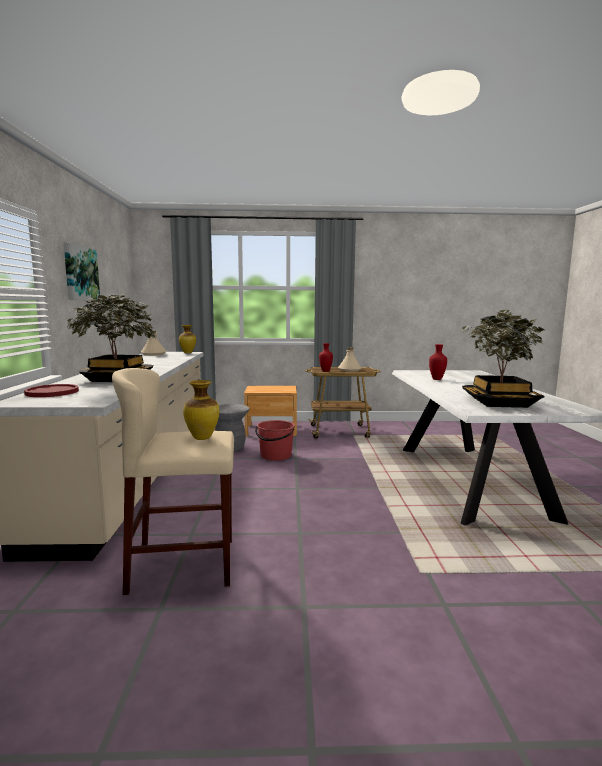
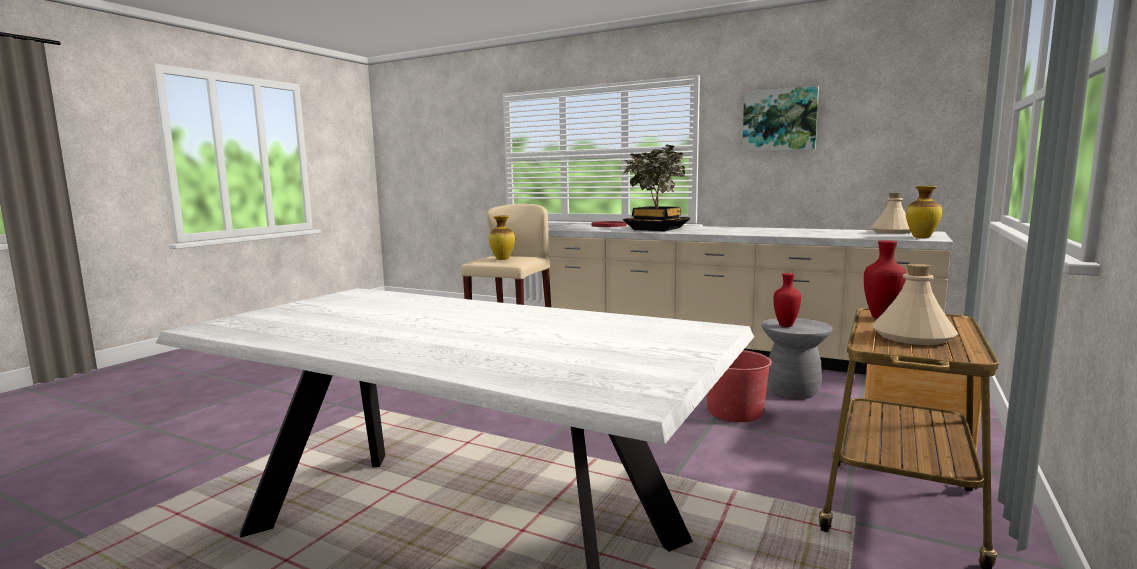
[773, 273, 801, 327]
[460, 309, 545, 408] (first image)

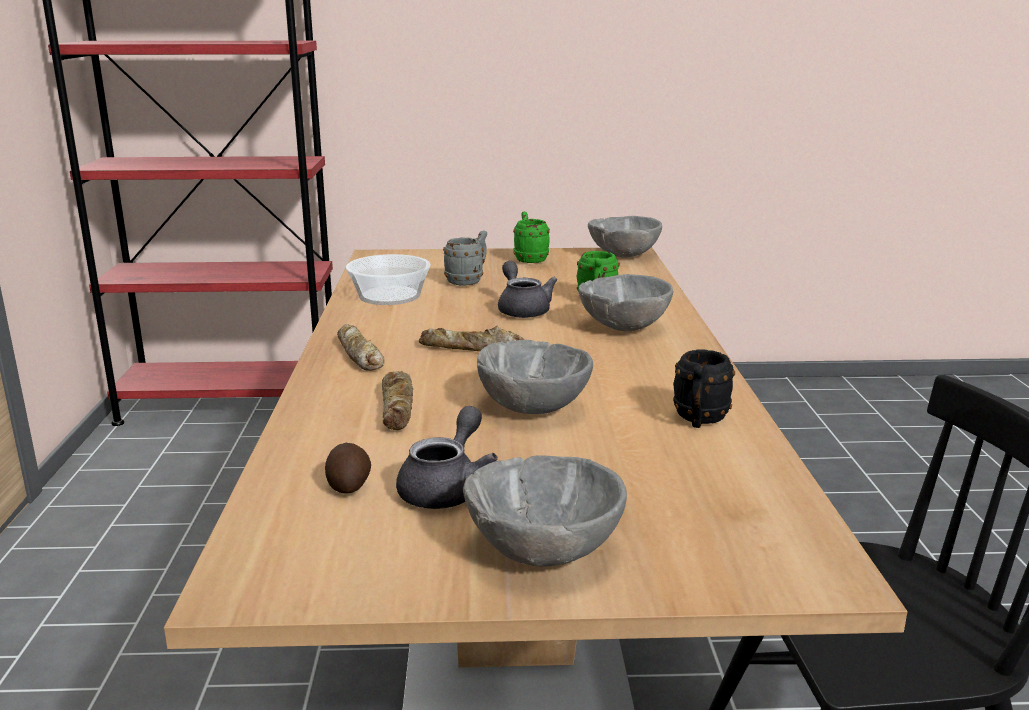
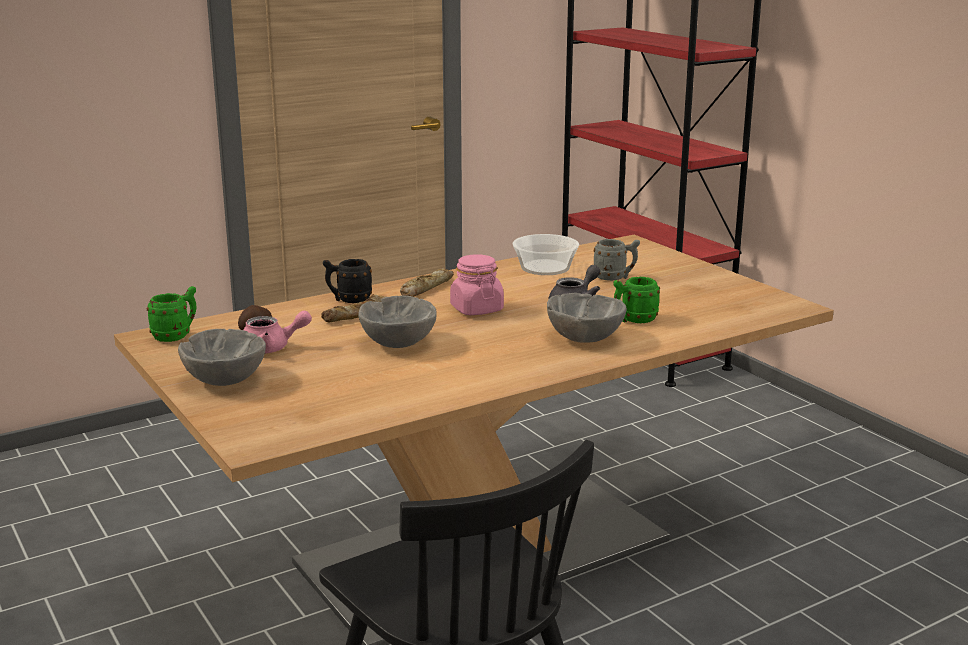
[243, 311, 312, 354]
[450, 254, 504, 315]
[147, 286, 197, 342]
[588, 216, 662, 258] (first image)
[323, 259, 372, 303]

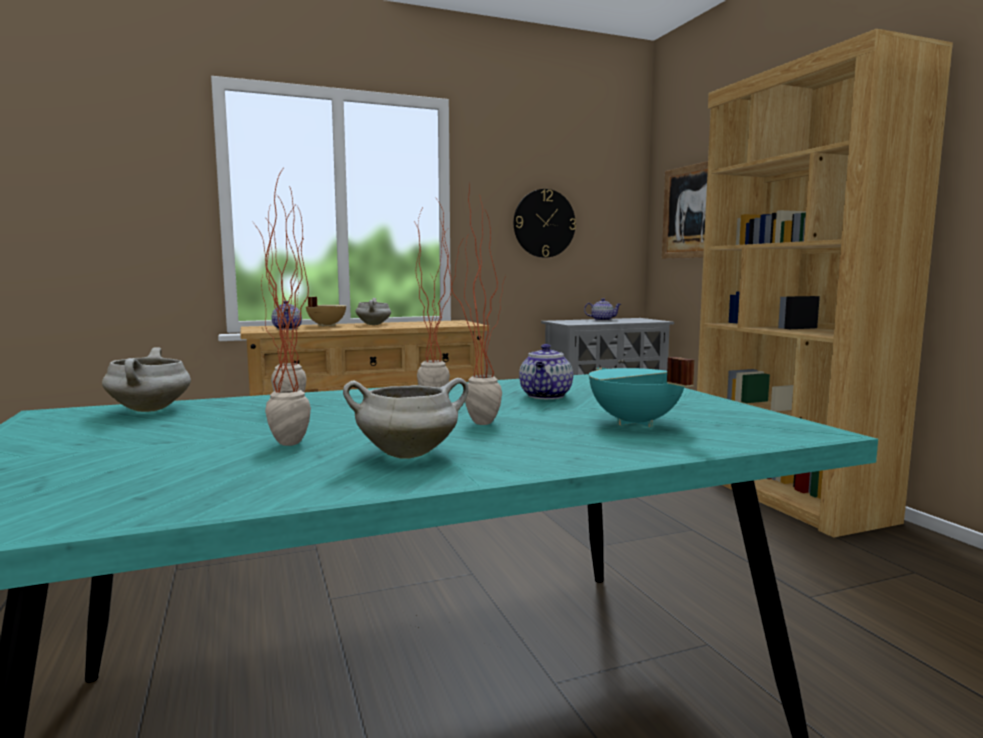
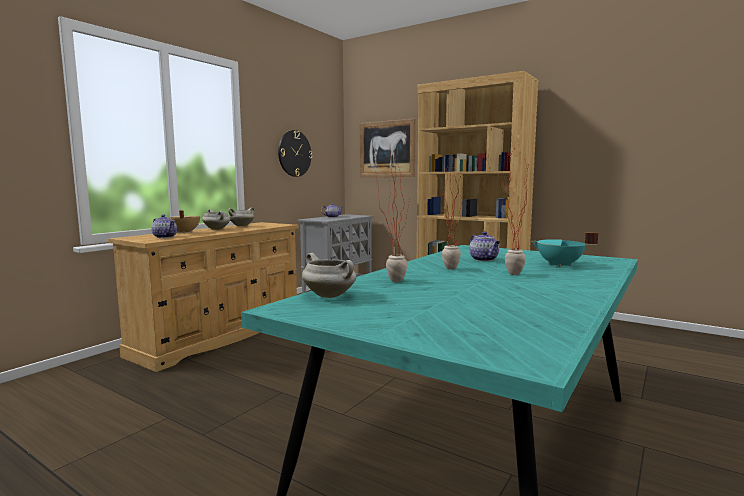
[252, 169, 311, 446] (first image)
[228, 207, 254, 226]

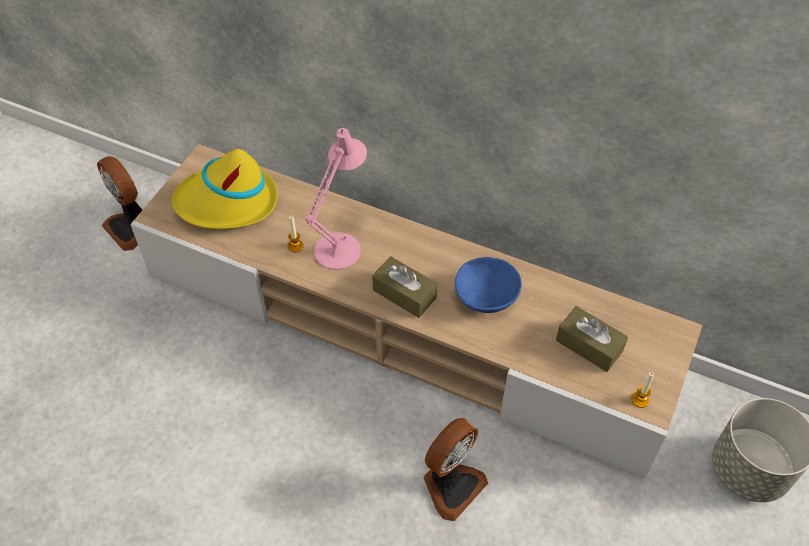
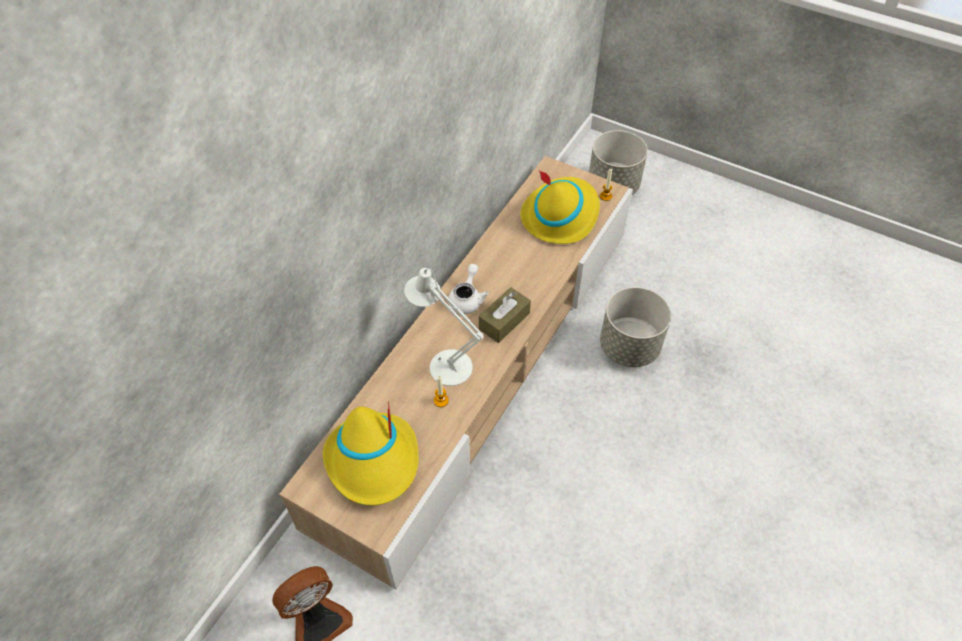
[404, 268, 484, 386]
[600, 287, 671, 367]
[455, 257, 522, 313] (first image)
[520, 171, 600, 244]
[448, 264, 489, 314]

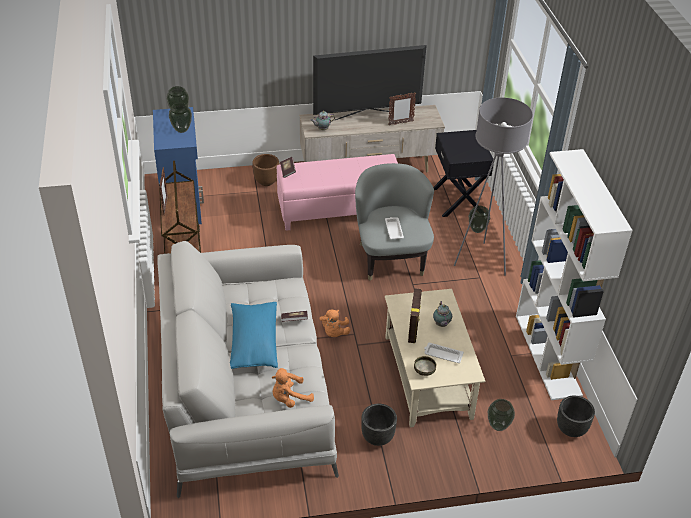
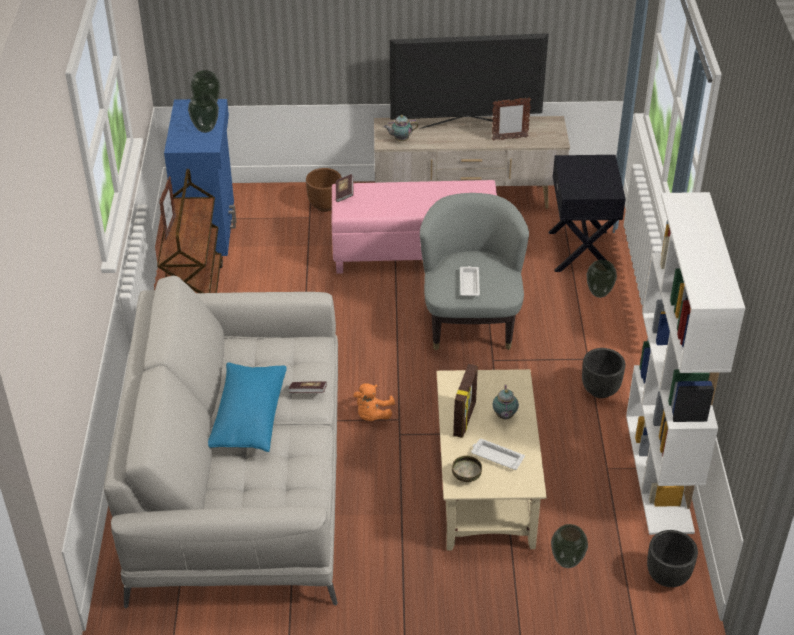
[272, 368, 314, 408] (first image)
[582, 348, 625, 398]
[454, 97, 533, 276] (first image)

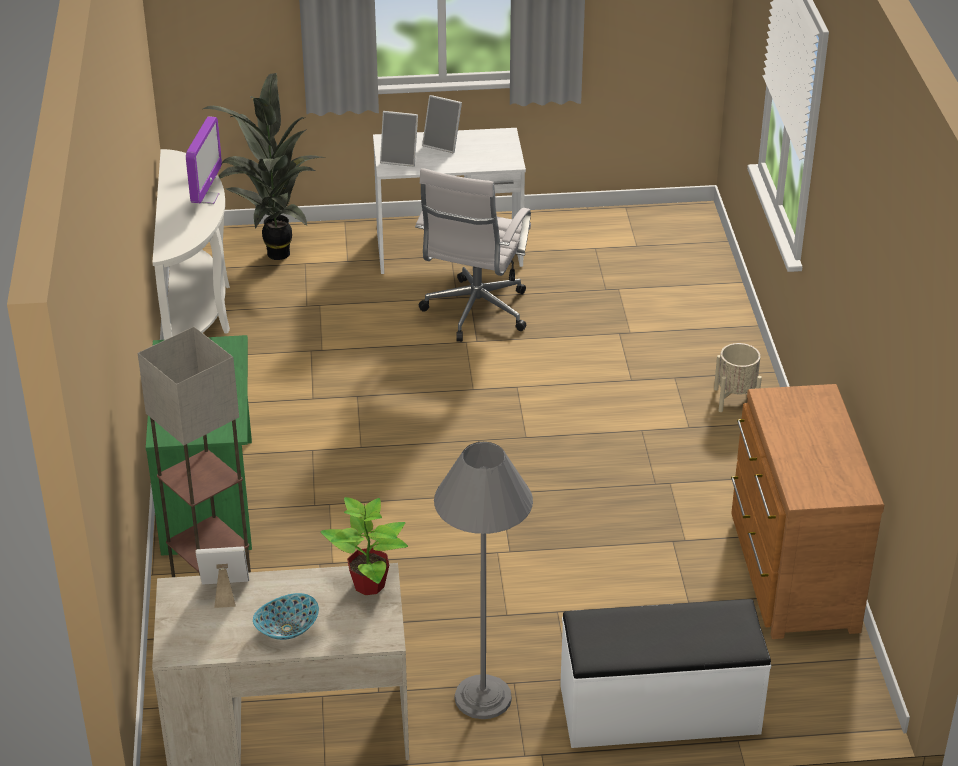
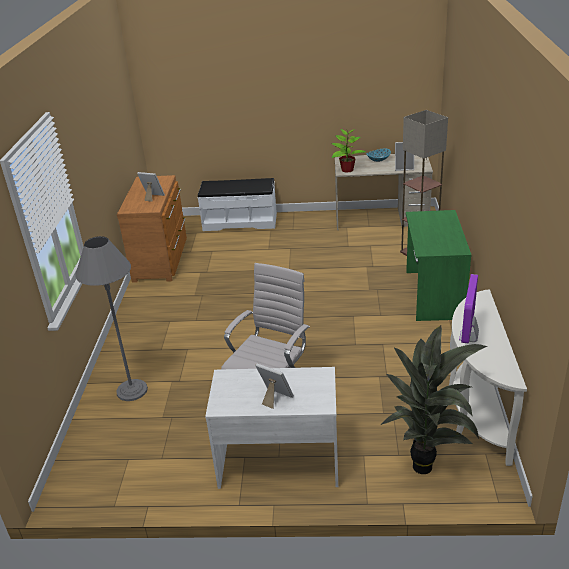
[137, 172, 165, 202]
[75, 236, 148, 401]
[714, 343, 762, 412] (first image)

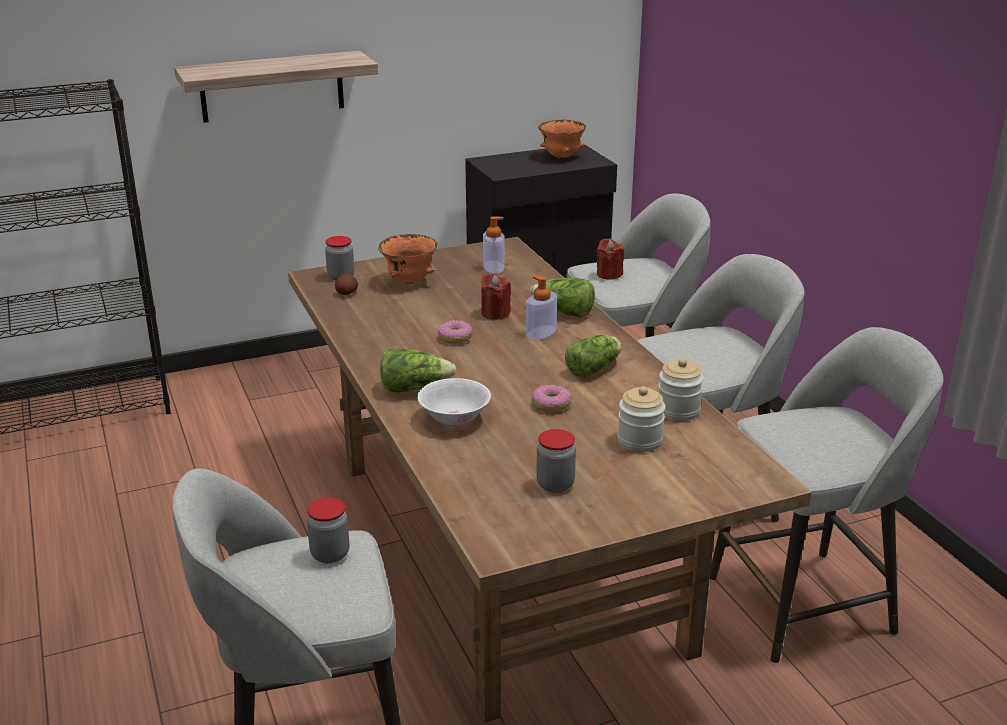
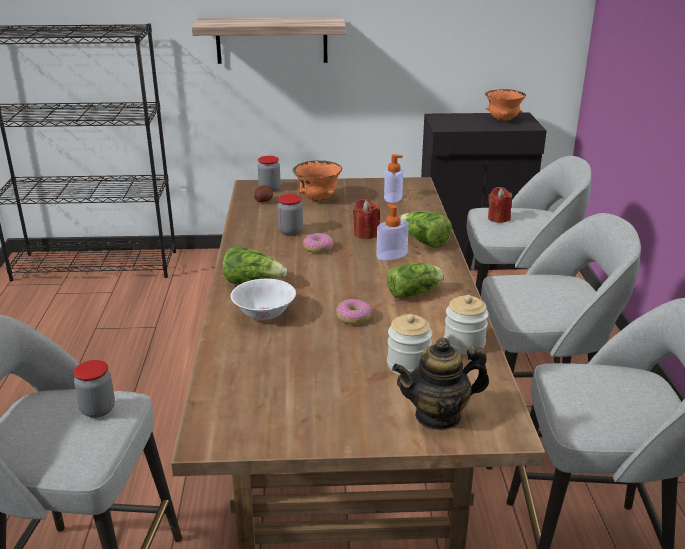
[277, 194, 303, 235]
[392, 338, 489, 431]

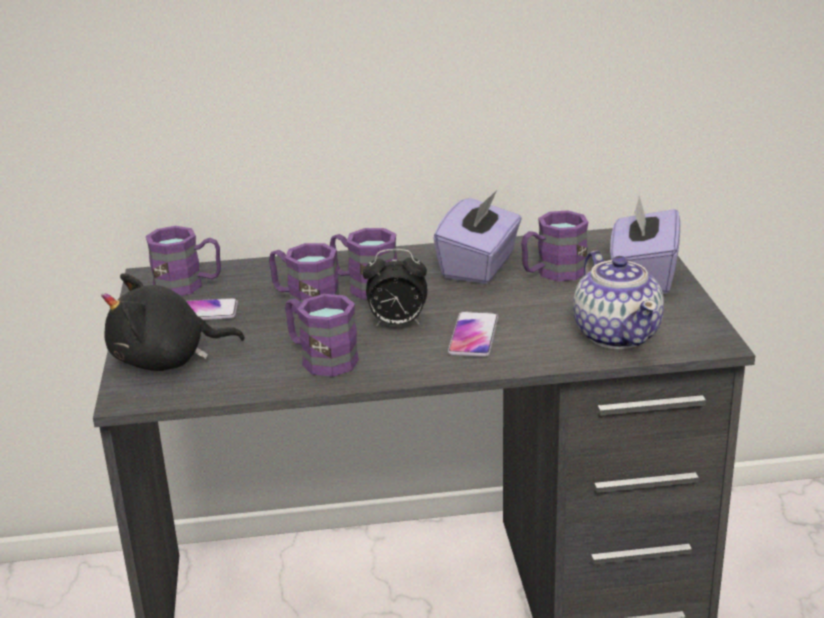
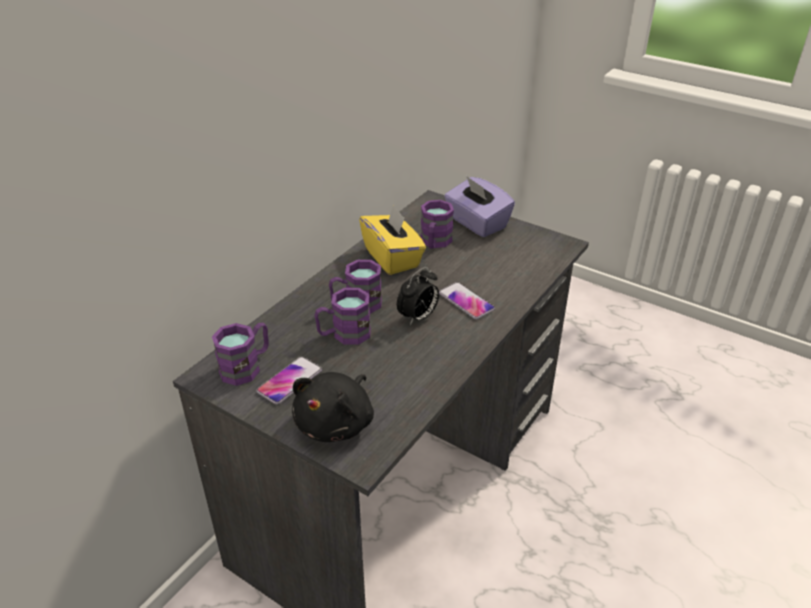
[285, 294, 359, 377] (first image)
[359, 204, 426, 275]
[573, 251, 664, 349] (first image)

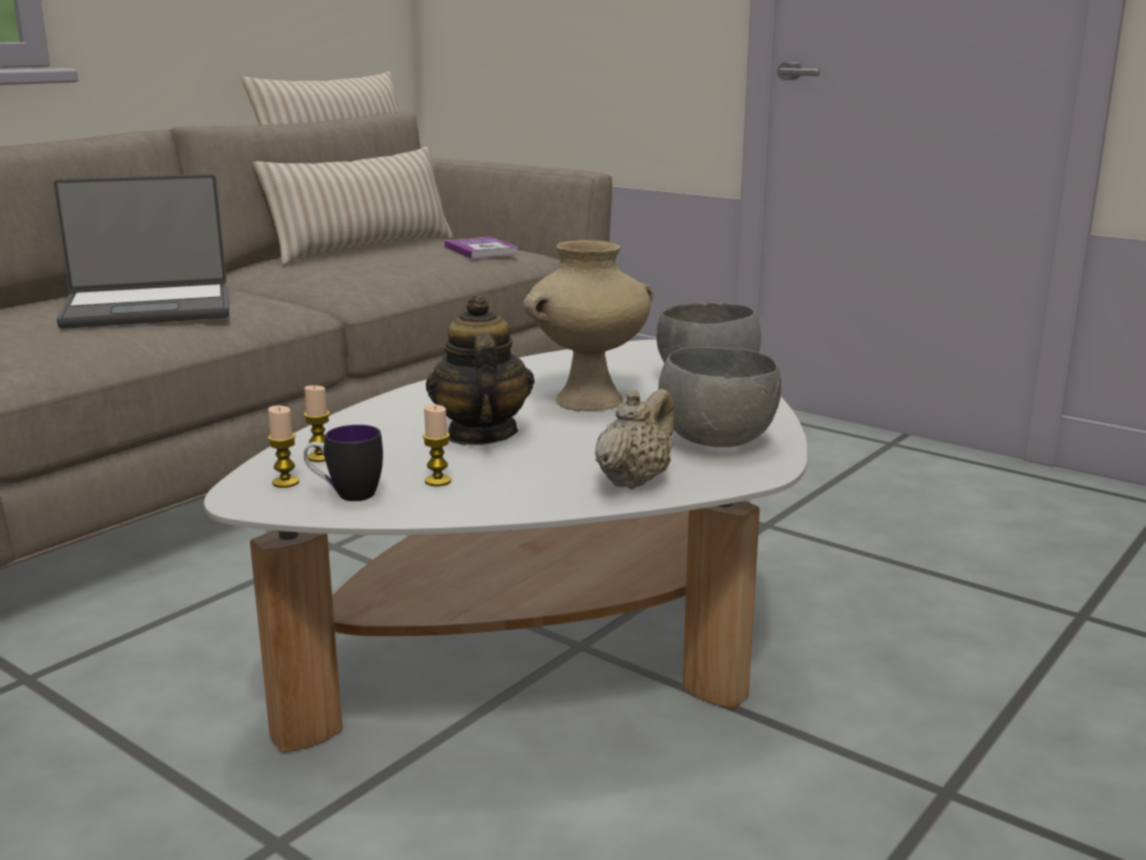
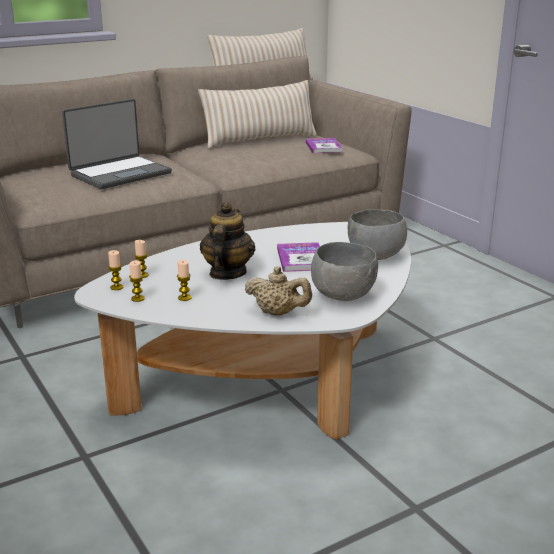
[62, 99, 172, 189]
[129, 260, 145, 302]
[277, 242, 320, 272]
[244, 266, 312, 316]

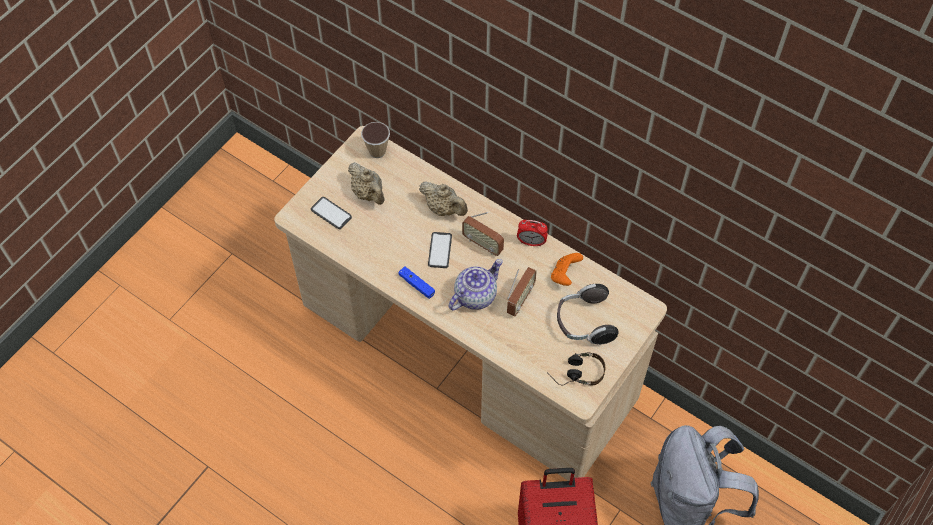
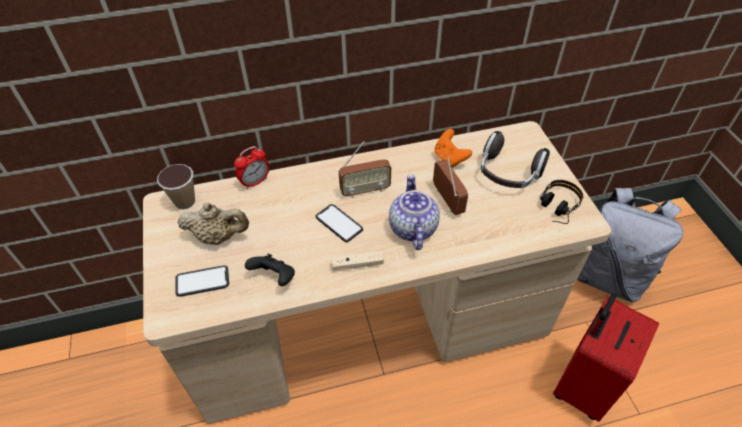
[331, 251, 384, 270]
[419, 181, 468, 216] (first image)
[234, 146, 270, 189]
[245, 254, 295, 286]

